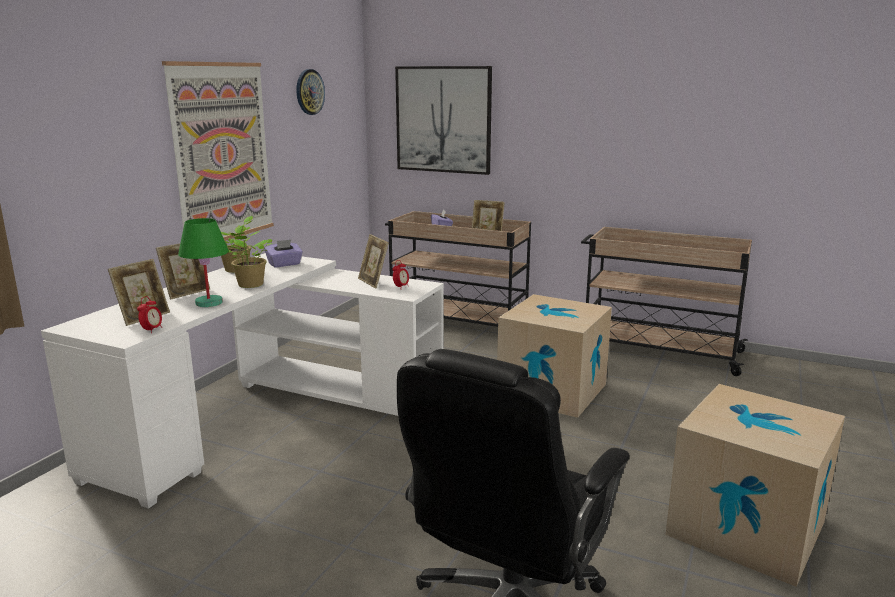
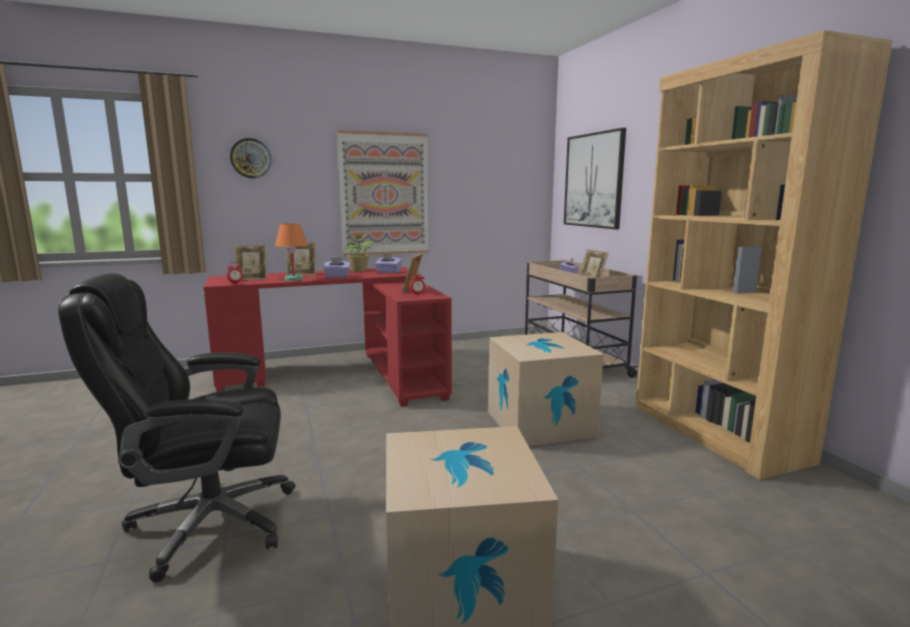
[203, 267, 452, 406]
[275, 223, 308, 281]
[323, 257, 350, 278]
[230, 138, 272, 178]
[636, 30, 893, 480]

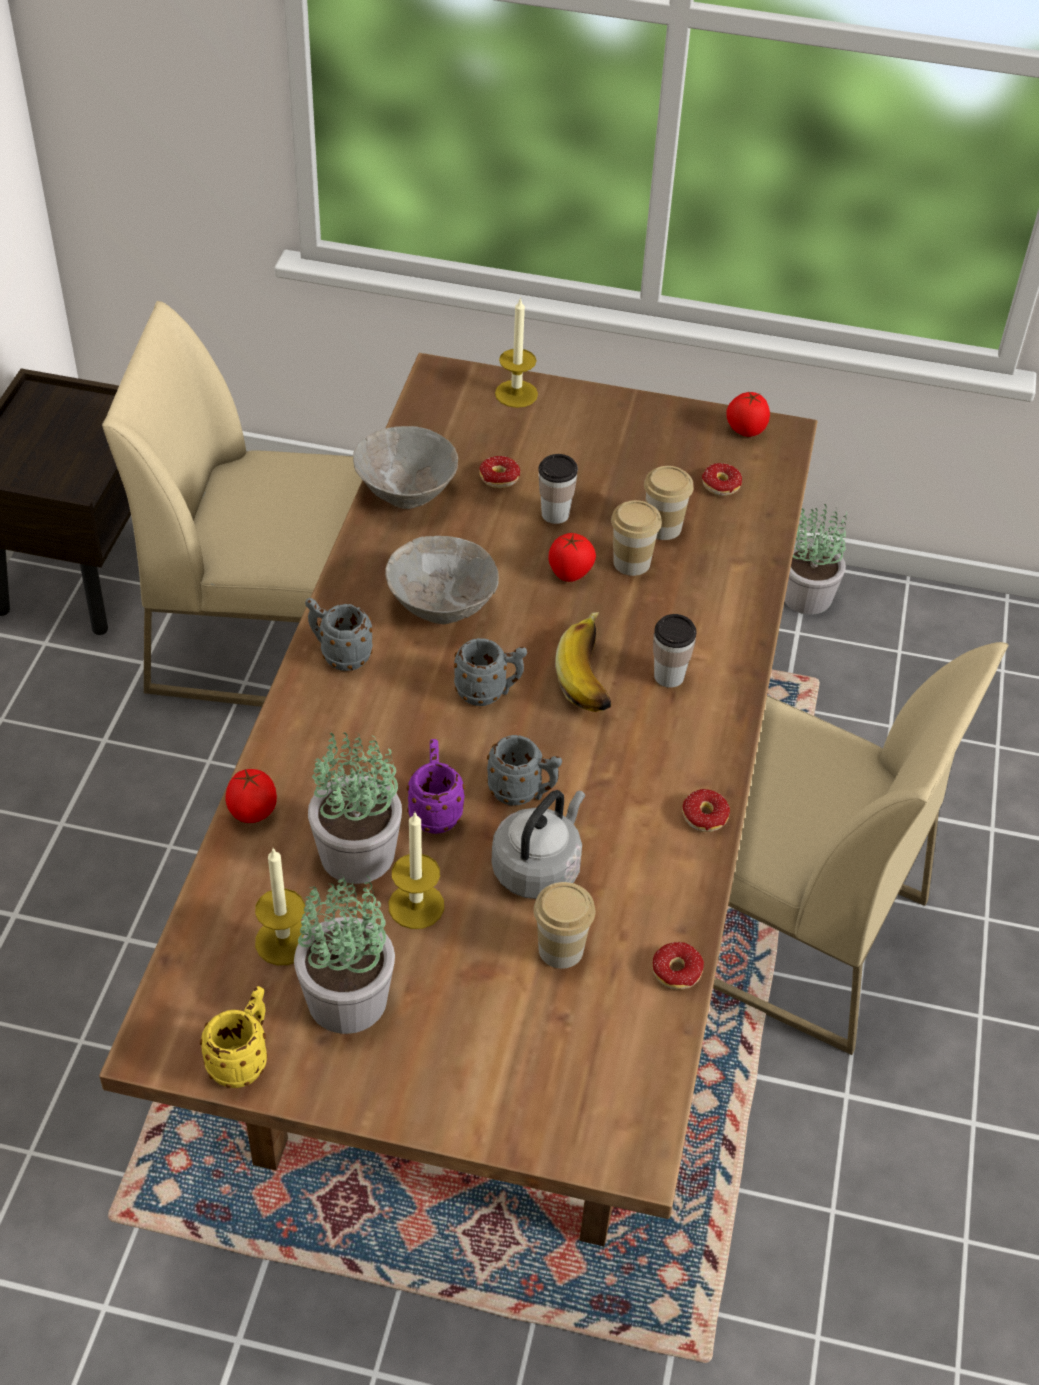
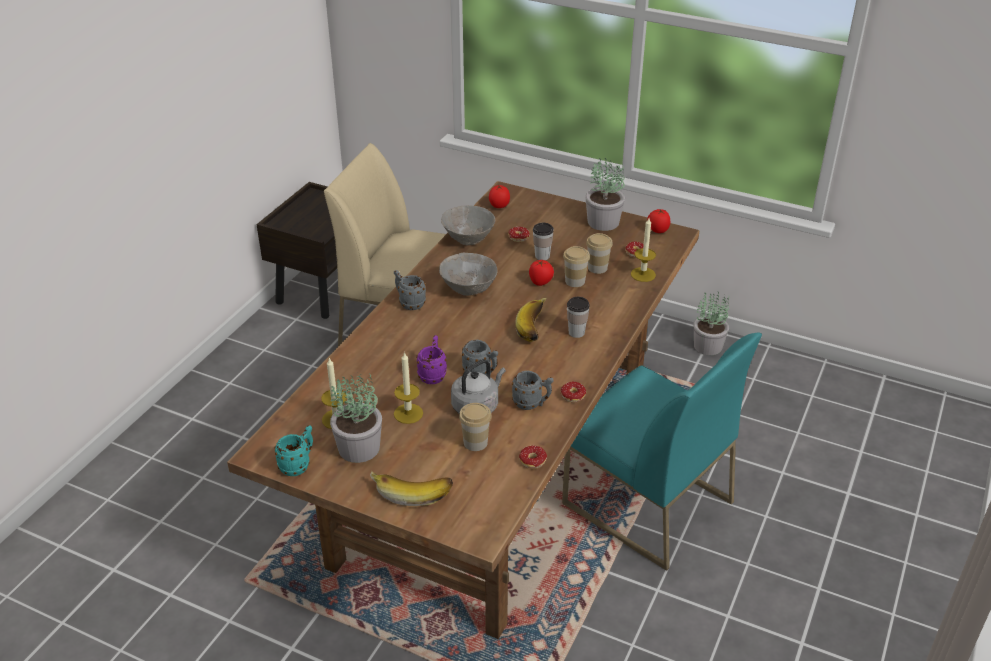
[275, 425, 313, 476]
[489, 184, 510, 208]
[586, 158, 625, 231]
[512, 371, 553, 410]
[631, 218, 656, 282]
[562, 332, 762, 571]
[370, 471, 453, 506]

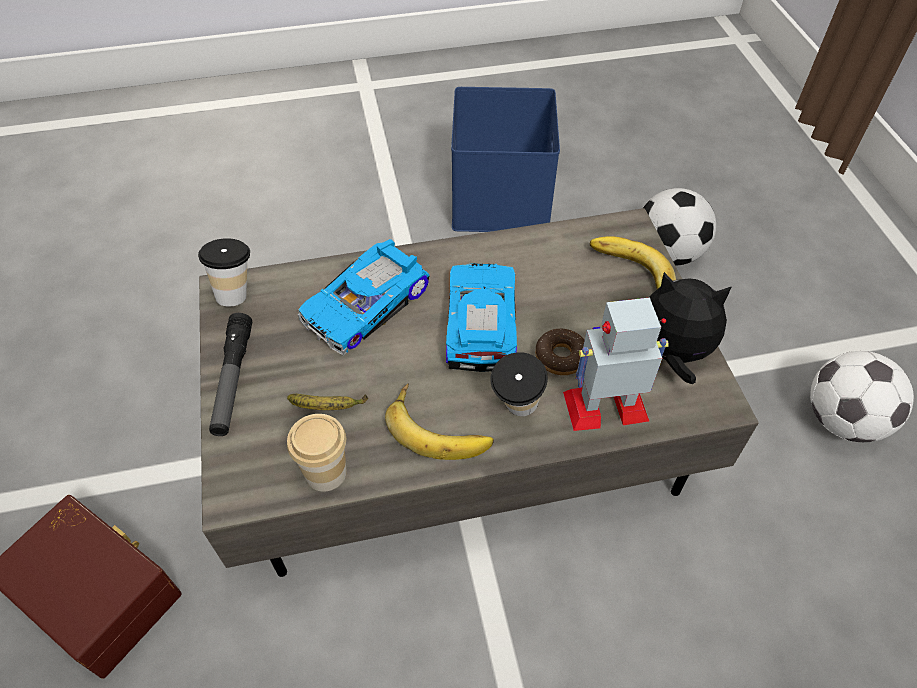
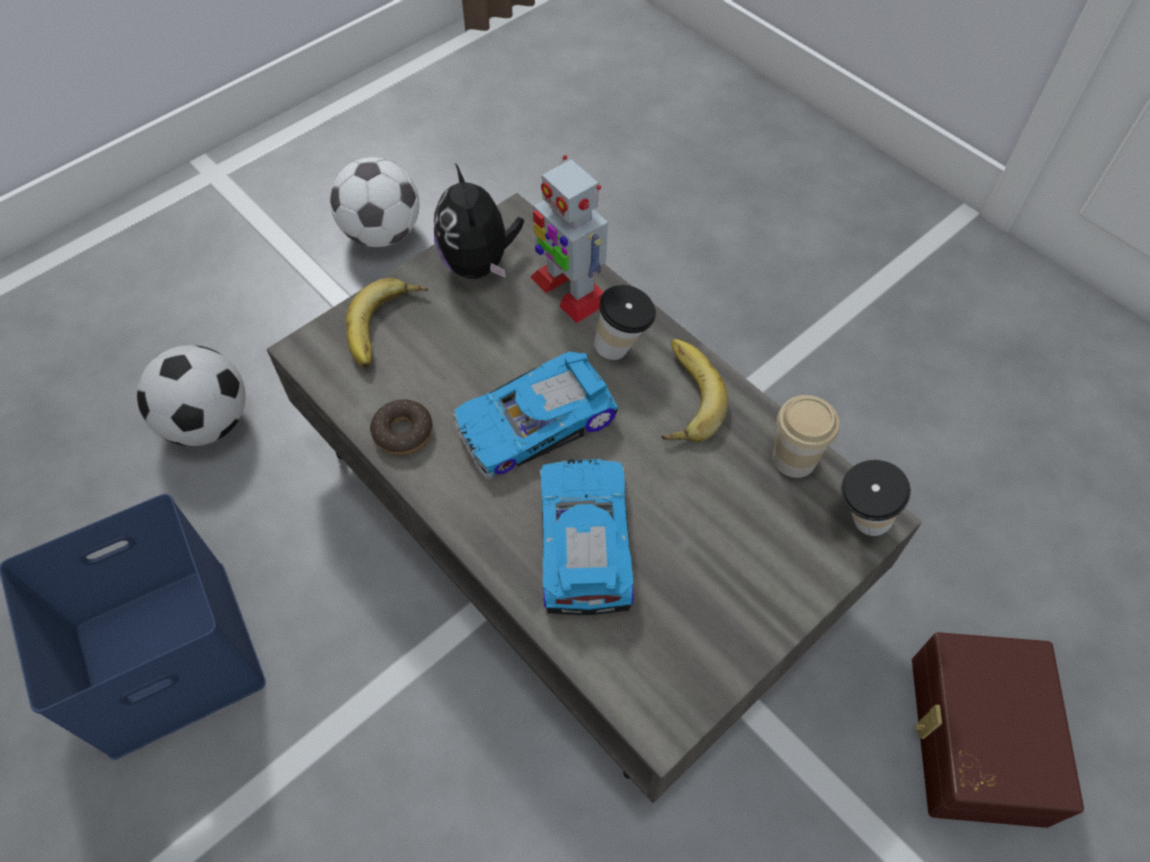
[841, 460, 911, 536]
[209, 313, 252, 436] (first image)
[287, 394, 368, 410] (first image)
[540, 459, 633, 615]
[370, 399, 433, 455]

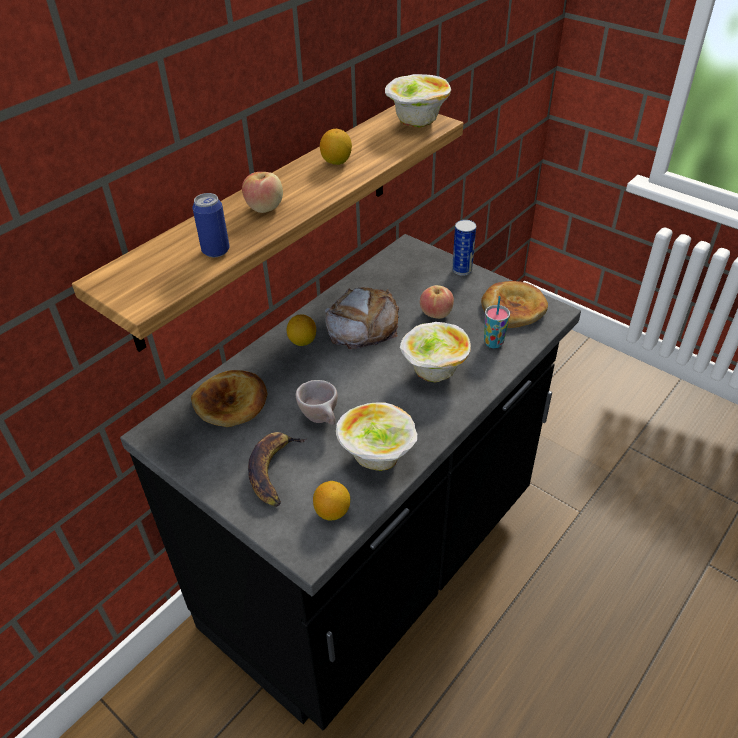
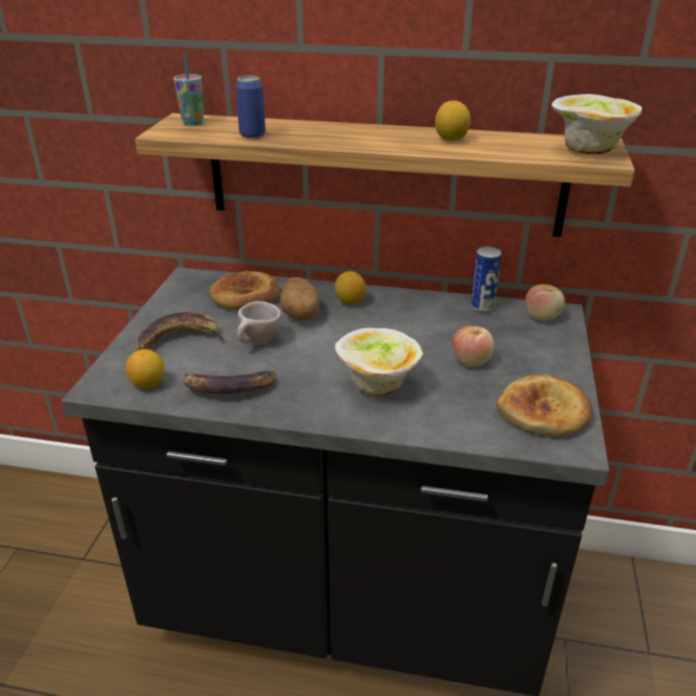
[525, 284, 565, 321]
[325, 288, 399, 350] (first image)
[184, 371, 276, 394]
[471, 246, 502, 313]
[174, 53, 204, 125]
[280, 277, 319, 321]

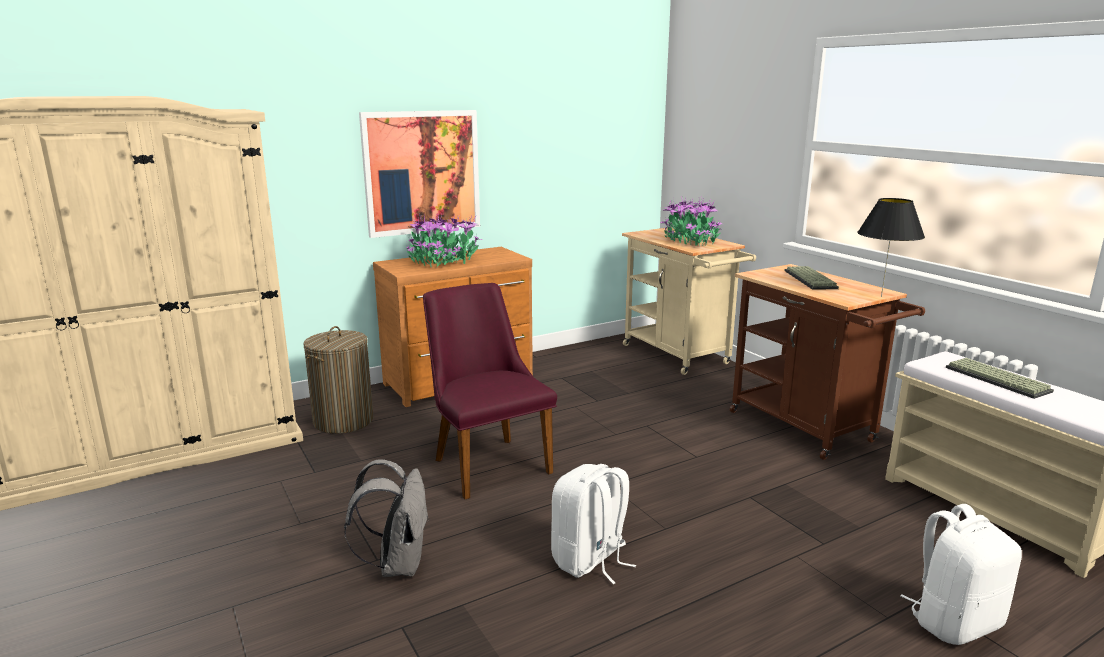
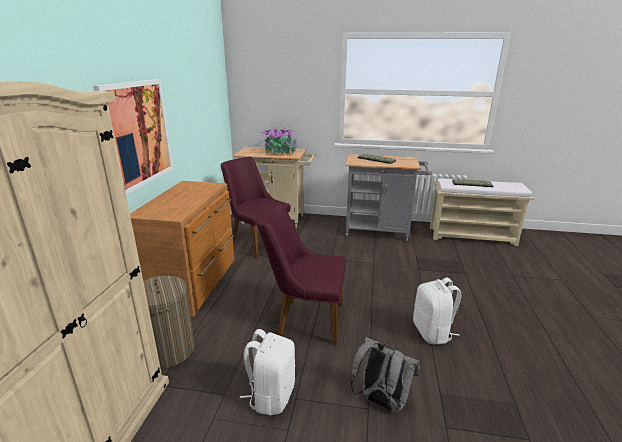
[407, 214, 482, 267] (first image)
[345, 154, 432, 242]
[857, 198, 925, 297] (first image)
[240, 329, 295, 415]
[221, 157, 291, 258]

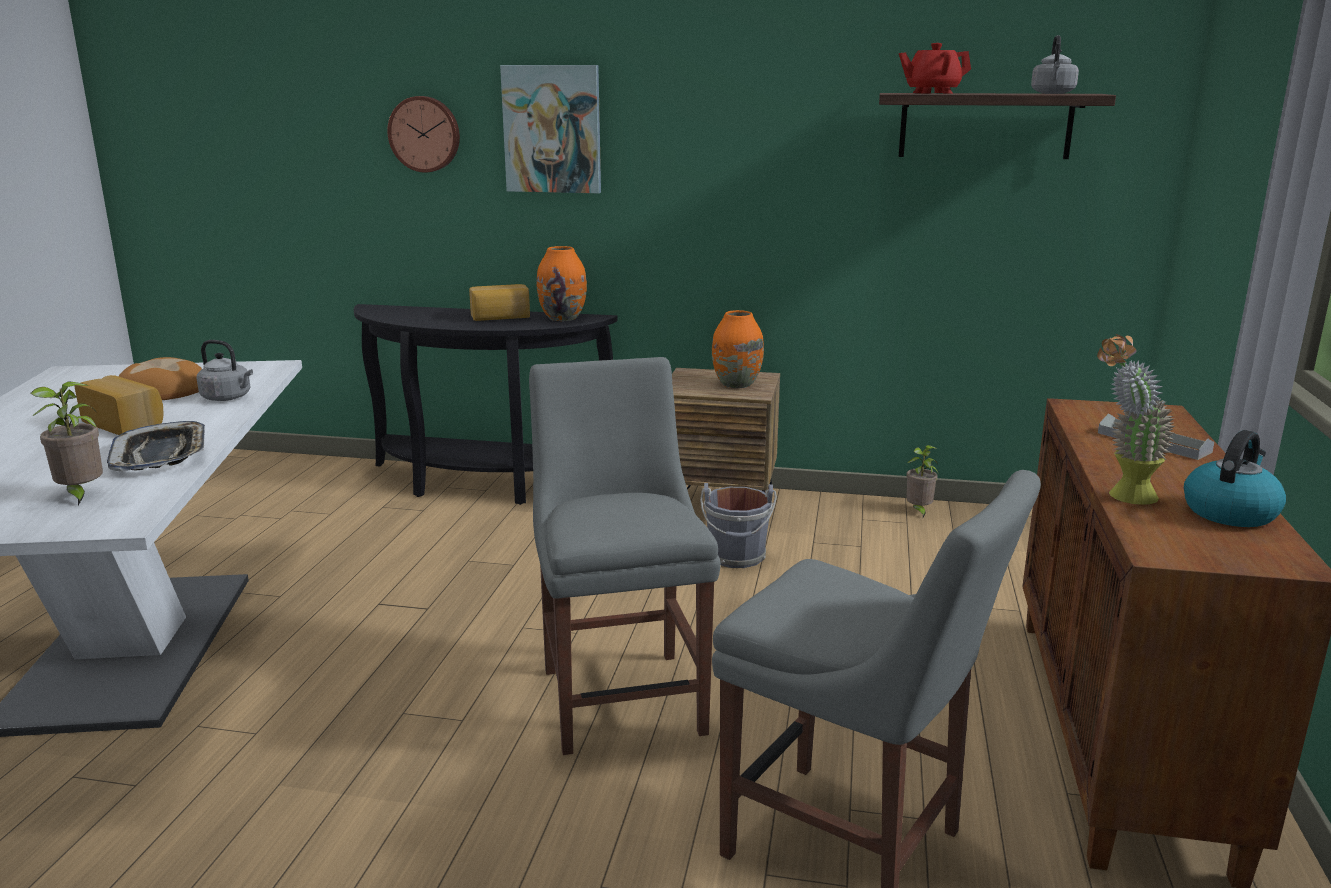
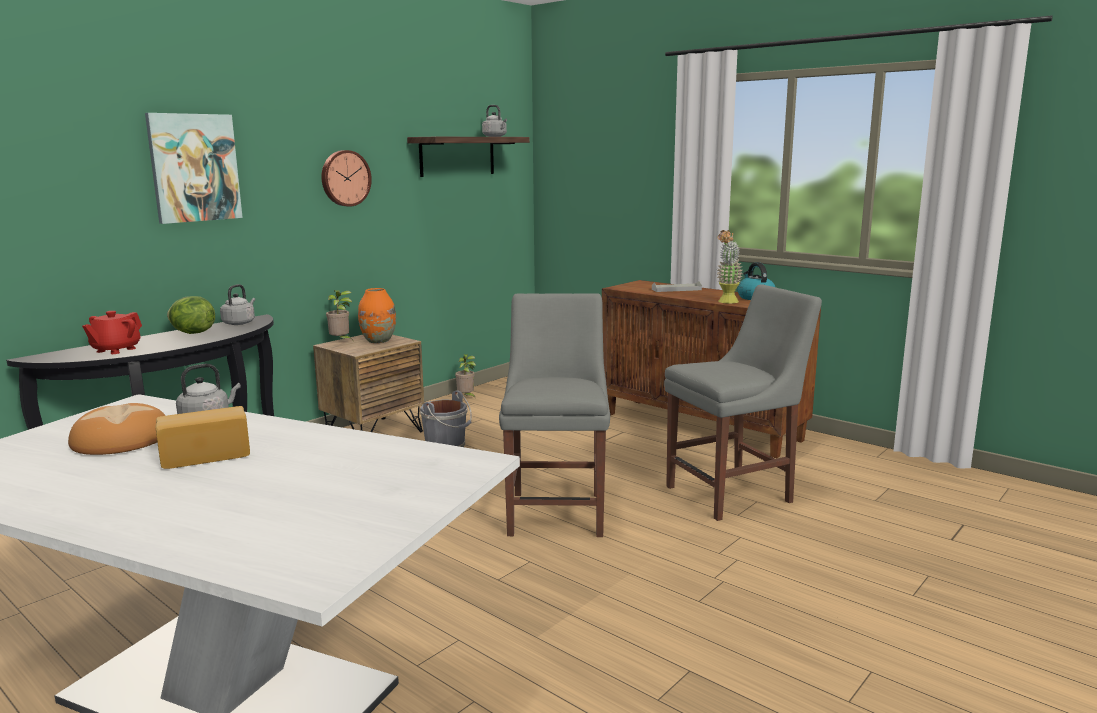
[326, 290, 353, 340]
[107, 421, 205, 471] (first image)
[321, 150, 372, 207]
[167, 296, 215, 334]
[499, 293, 610, 537]
[220, 284, 255, 325]
[82, 311, 142, 354]

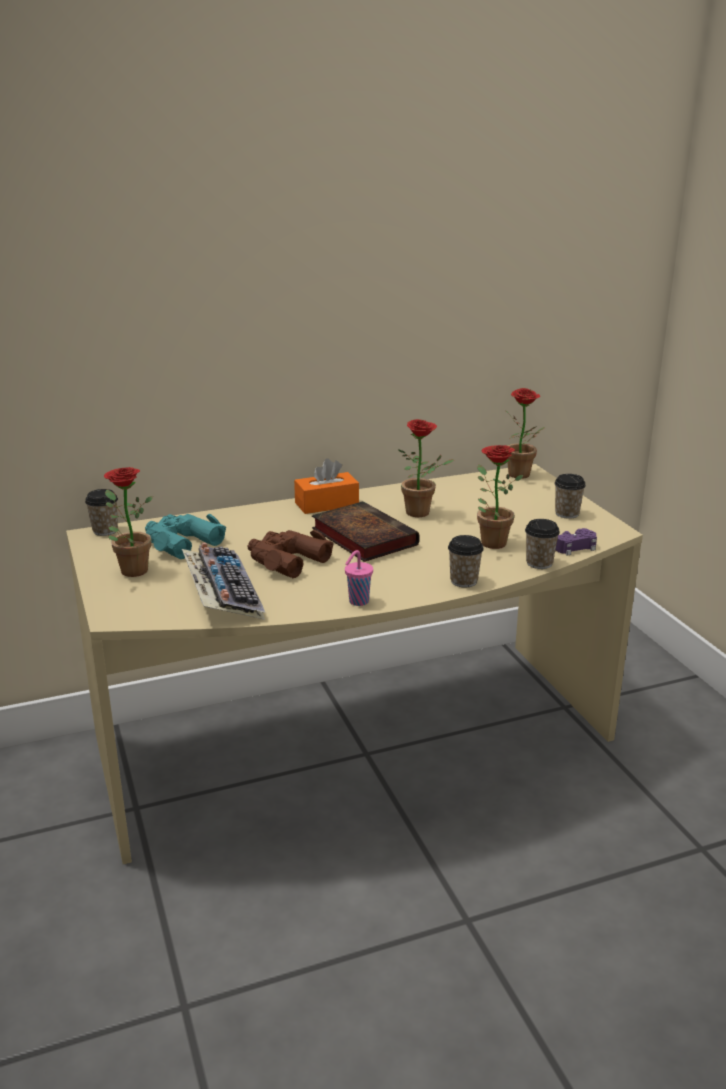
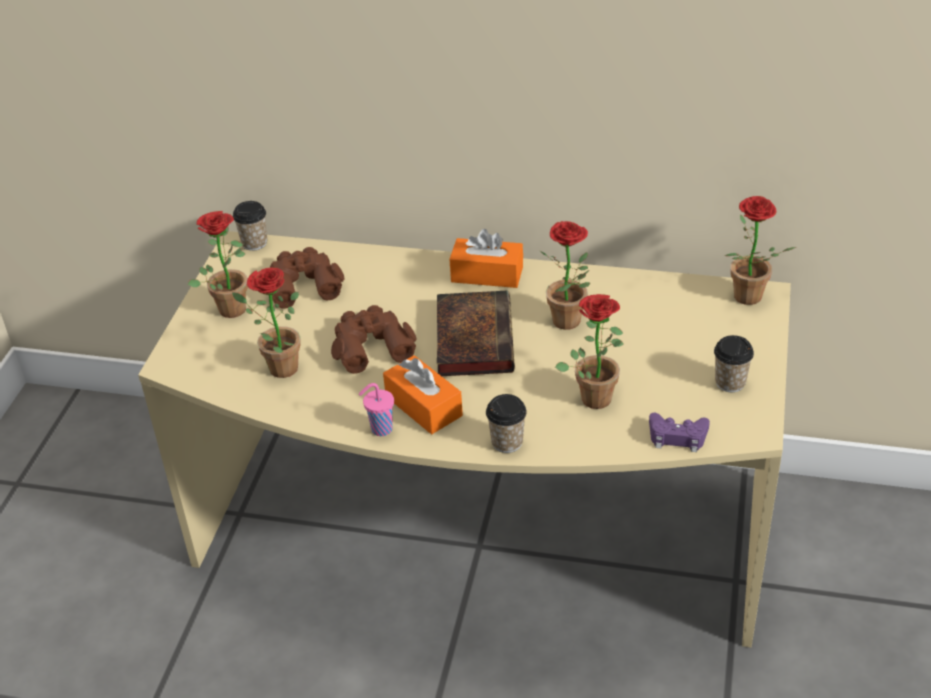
[270, 247, 345, 309]
[232, 268, 301, 378]
[525, 519, 560, 569] (first image)
[383, 355, 463, 434]

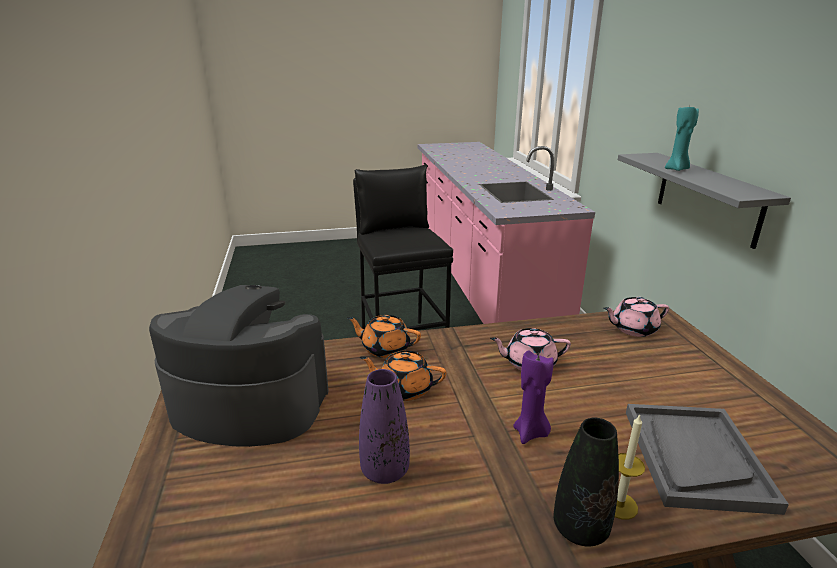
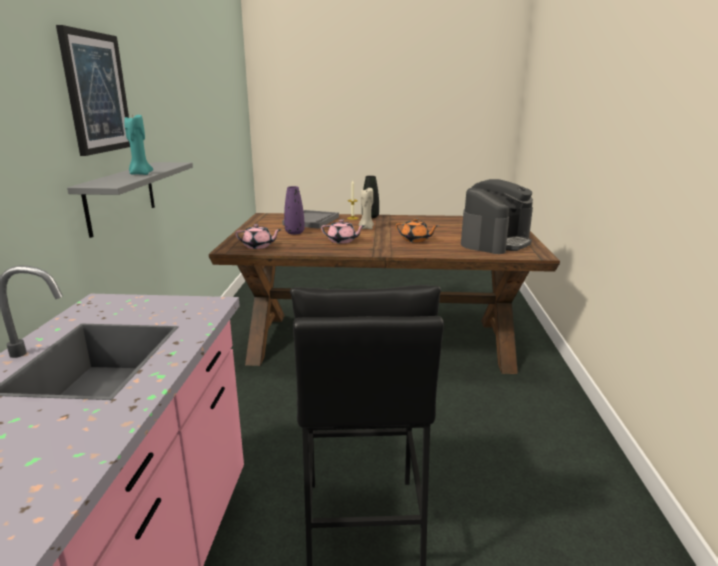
[461, 179, 533, 254]
[347, 315, 421, 358] (first image)
[284, 186, 305, 235]
[359, 188, 374, 229]
[56, 25, 130, 156]

